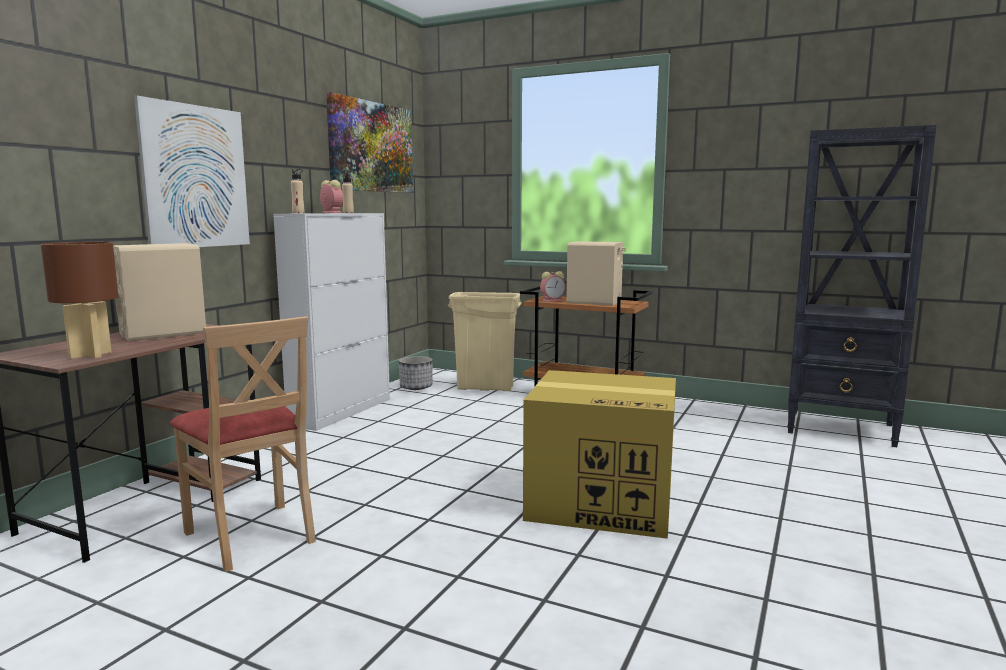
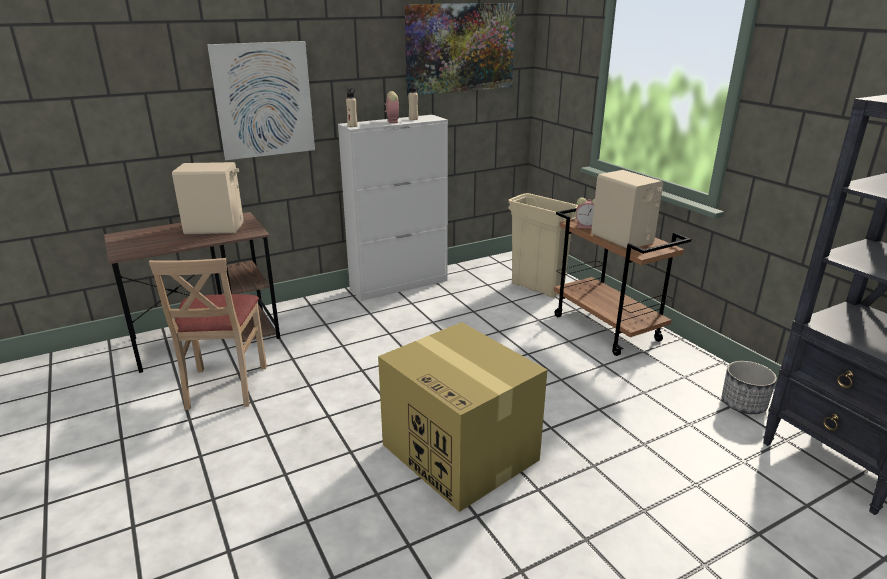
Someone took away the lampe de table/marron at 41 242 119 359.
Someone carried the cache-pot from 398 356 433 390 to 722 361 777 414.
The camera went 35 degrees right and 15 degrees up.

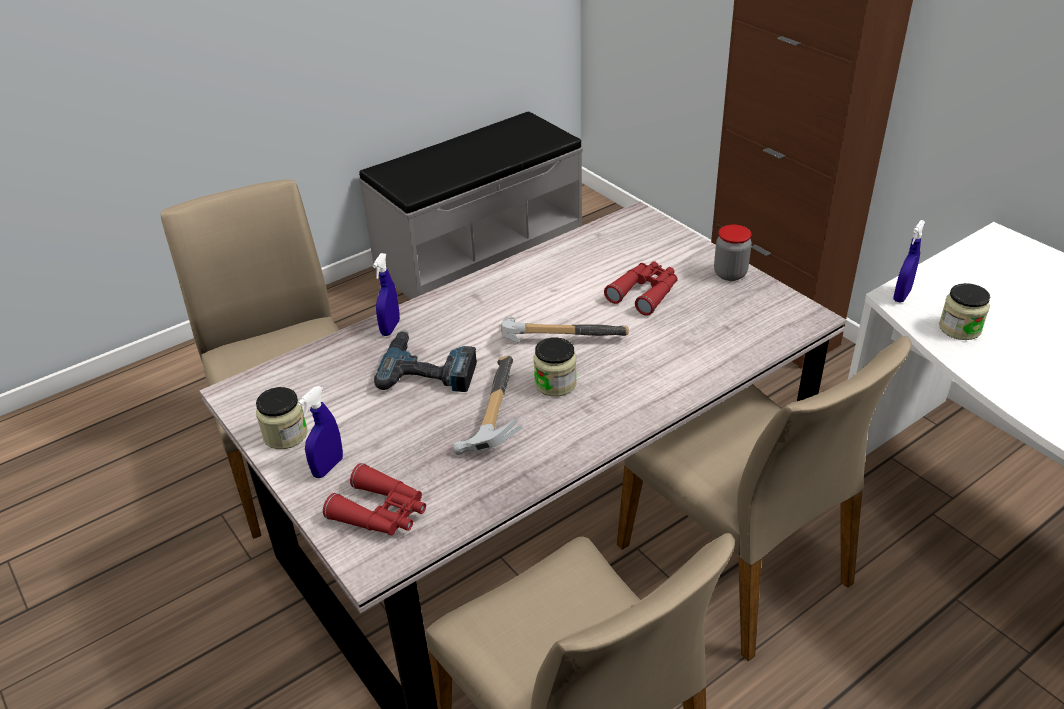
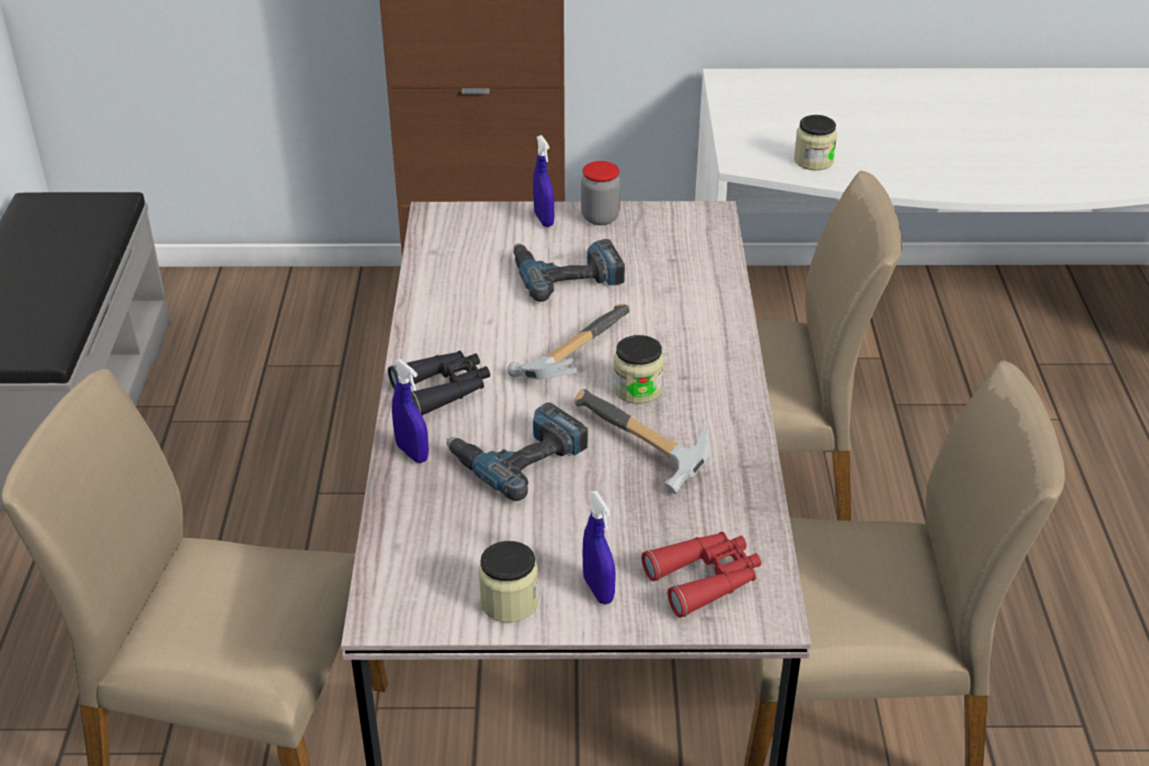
Someone swapped the jumelles/rouge at 604 261 678 316 for the perceuse at 513 239 625 302.
Someone carried the vaporisateur/bleu from 893 220 925 303 to 533 135 554 227.
Someone put down the jumelles/noir at 388 351 490 416.
The camera went 55 degrees left and 0 degrees up.

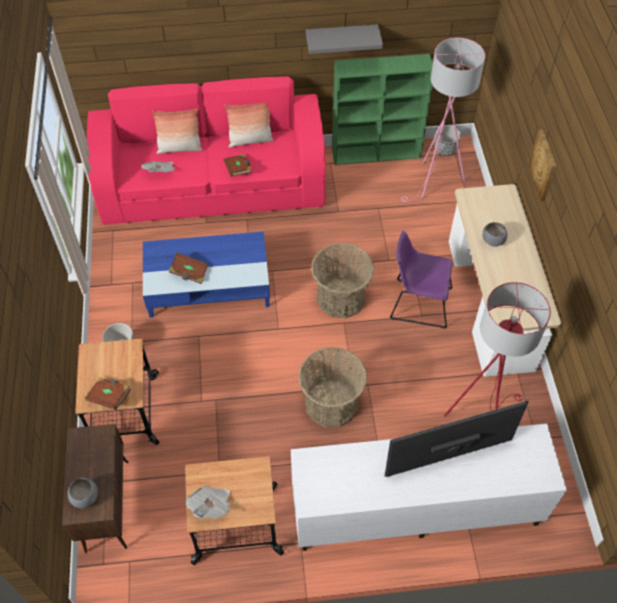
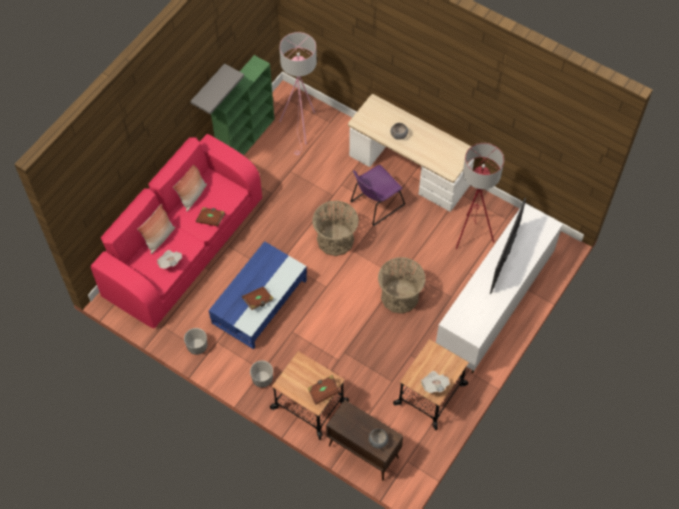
Someone carried the cache-pot from 434 125 461 156 to 184 328 207 355.
Someone took away the tableau at 528 129 556 201.
The camera went 50 degrees left and 5 degrees up.

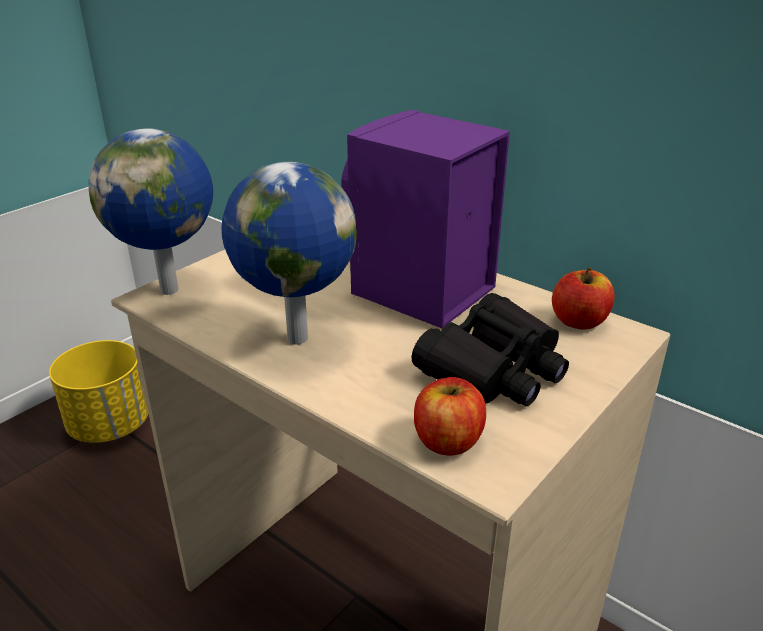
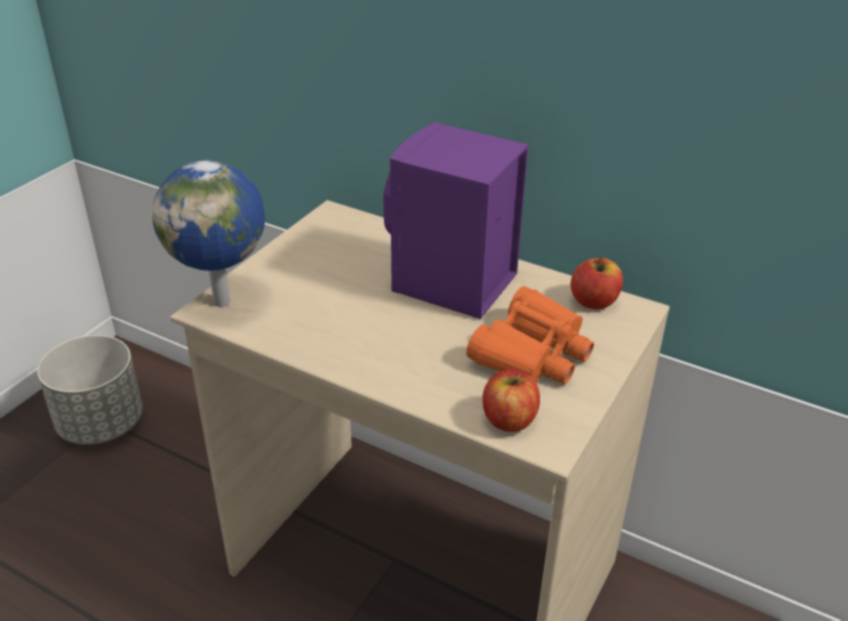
Someone repainted the cache-pot/jaune at 49 340 148 443, which became the cache-pot/gris at 37 335 143 445.
Someone took away the globe at 221 162 357 345.
Someone repainted the jumelles/noir at 412 293 569 406, which became the jumelles/orange at 466 286 594 384.
The camera went 10 degrees left and 5 degrees up.

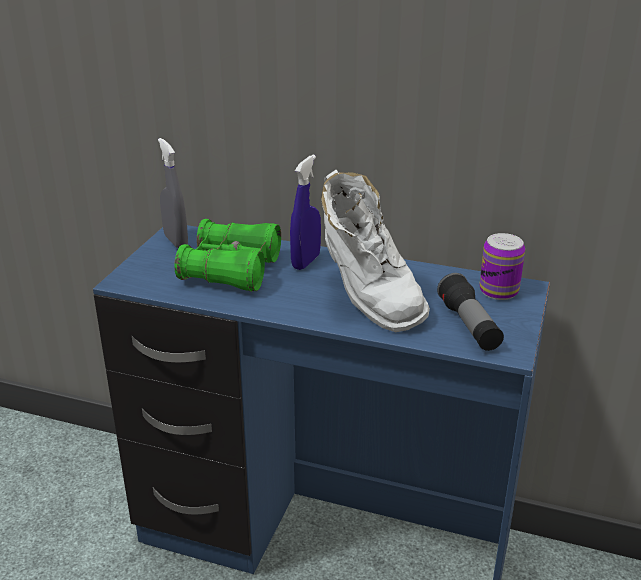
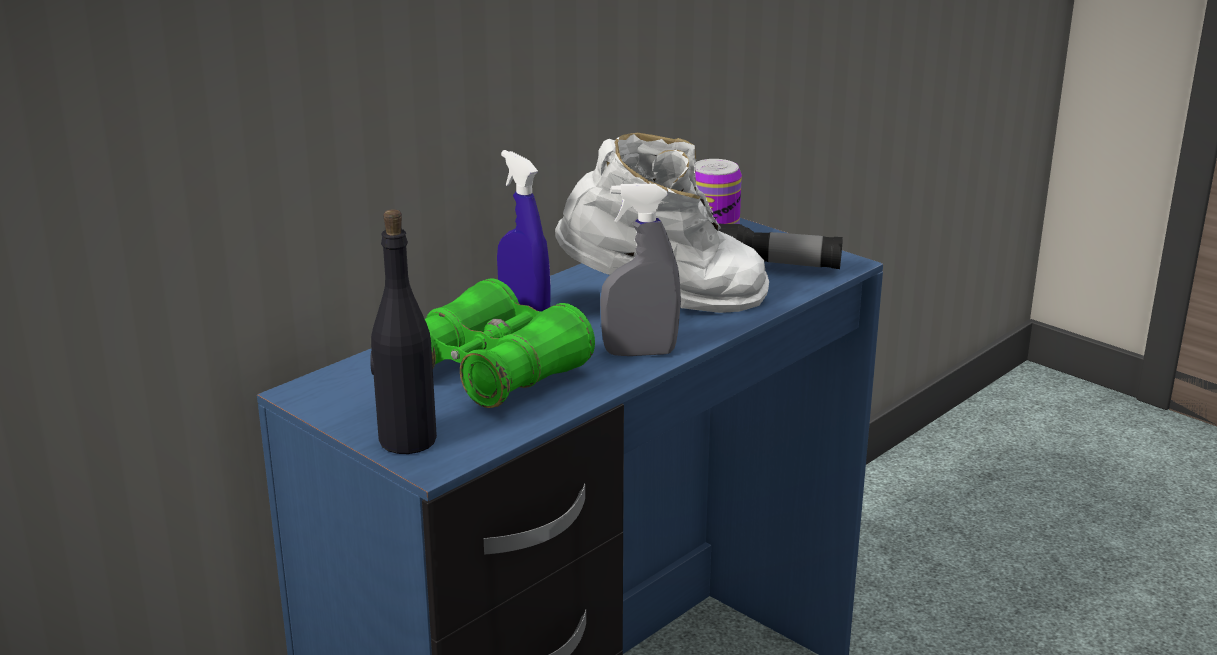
Someone carried the vaporisateur/gris from 158 138 188 248 to 600 184 681 356.
Someone put down the bouteille/noir at 370 209 437 454.
The camera went 65 degrees left and 5 degrees down.

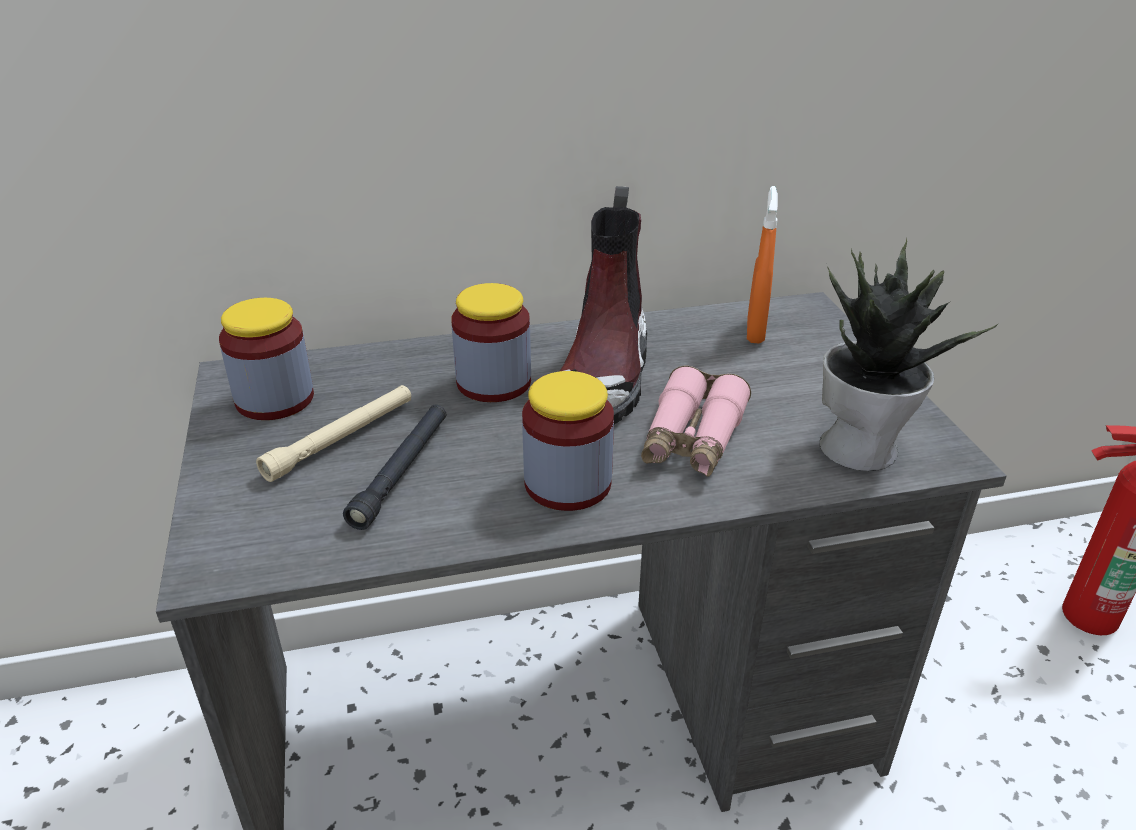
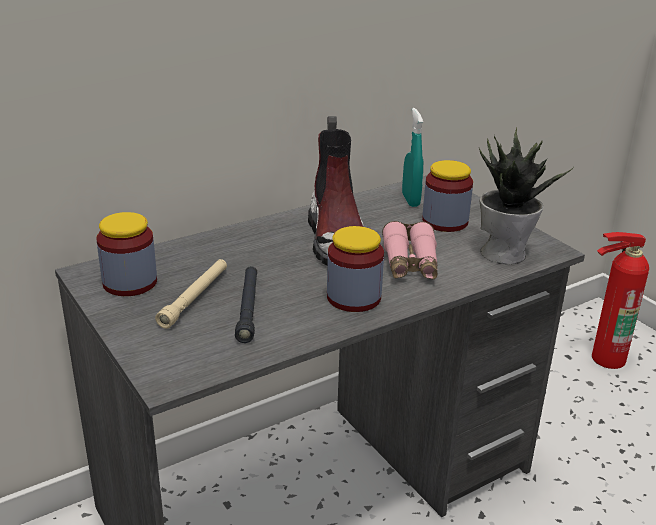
Someone carried the bocal from 451 283 531 402 to 422 160 473 232.
Someone repainted the vaporisateur/orange at 747 186 778 344, which became the vaporisateur/turquoise at 402 108 423 207.
The camera went 20 degrees left and 5 degrees down.

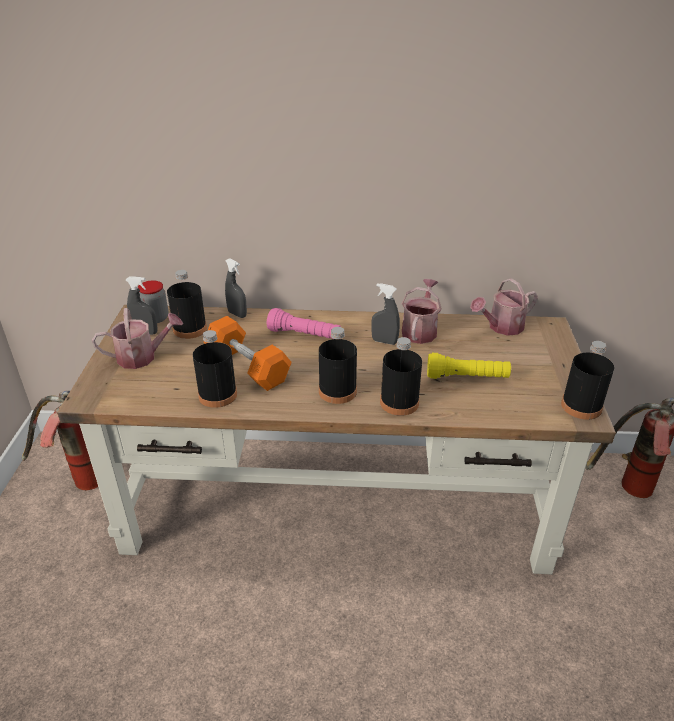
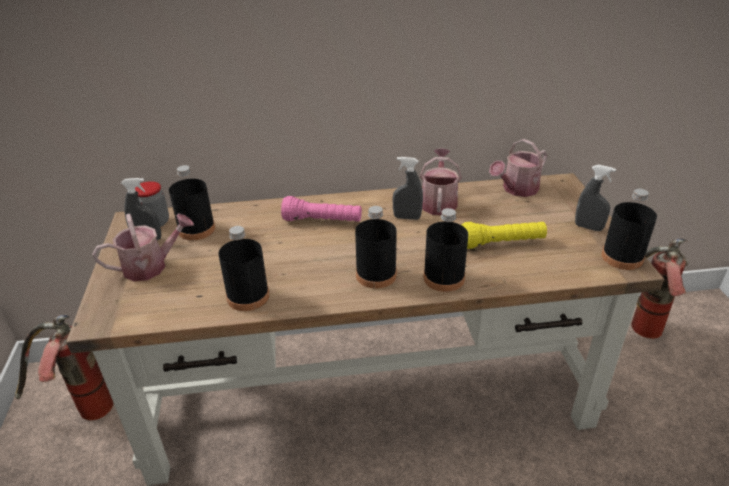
Someone took away the haltère/orange at 204 316 292 391.
Someone carried the vaporisateur/gris from 225 258 247 318 to 575 165 616 231.
The camera went 10 degrees left and 0 degrees up.

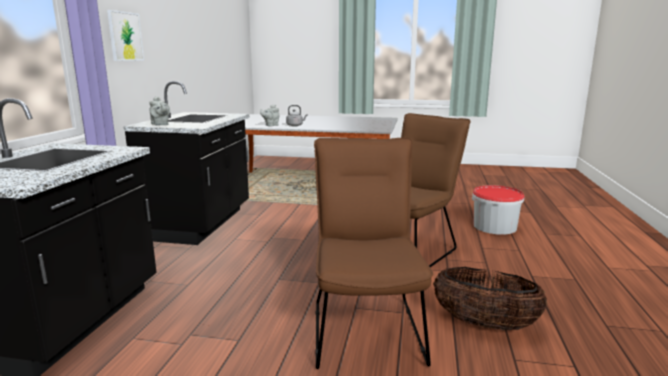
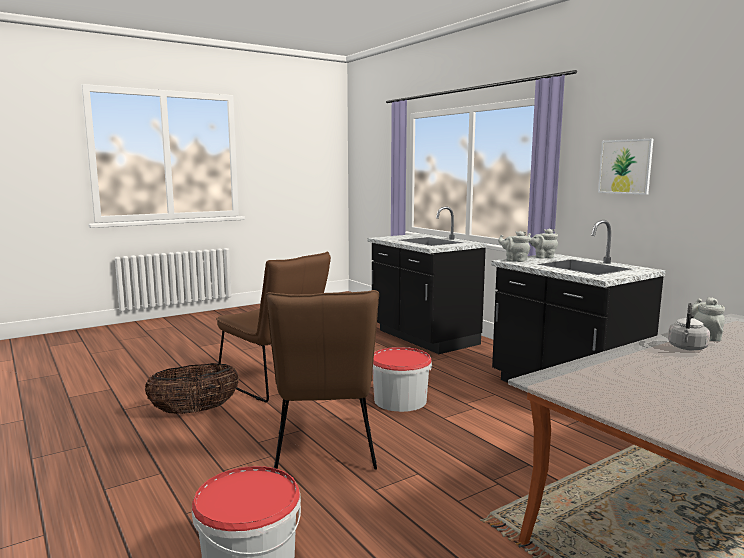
Someone put down the seau at 373 347 432 412.
Someone put down the théière/gris at 498 231 530 262.
The camera went 135 degrees right and 5 degrees down.

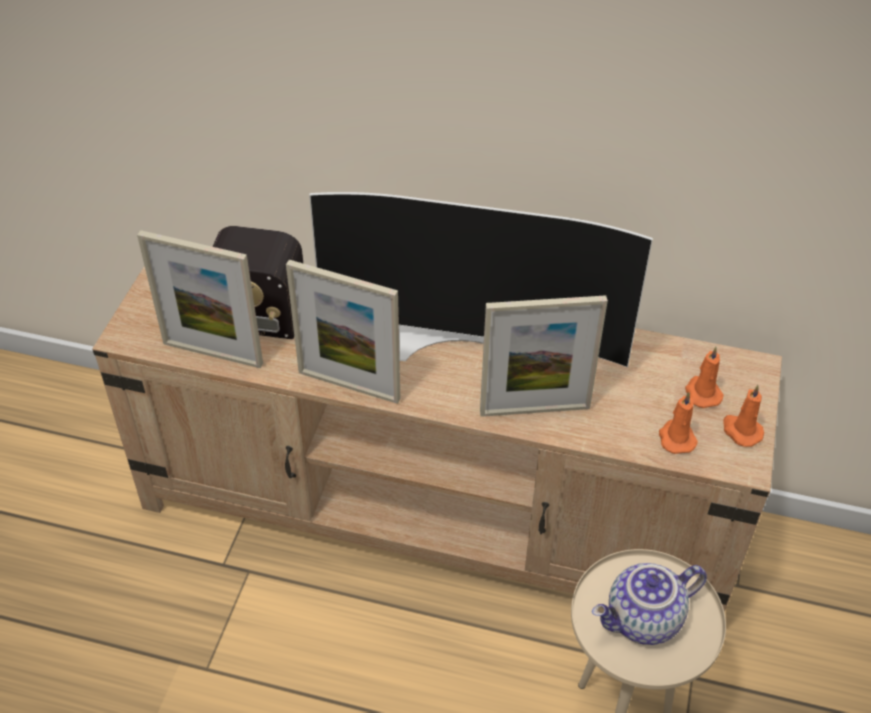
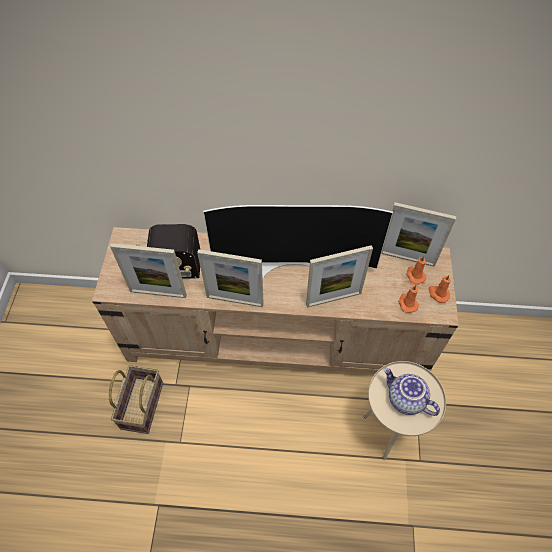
Someone rotated the théière at 592 563 707 645 by 75 degrees clockwise.
Someone put down the panier at 109 365 163 434.
Someone put down the cadre photo at 381 202 456 267.
The camera went 10 degrees left and 10 degrees up.

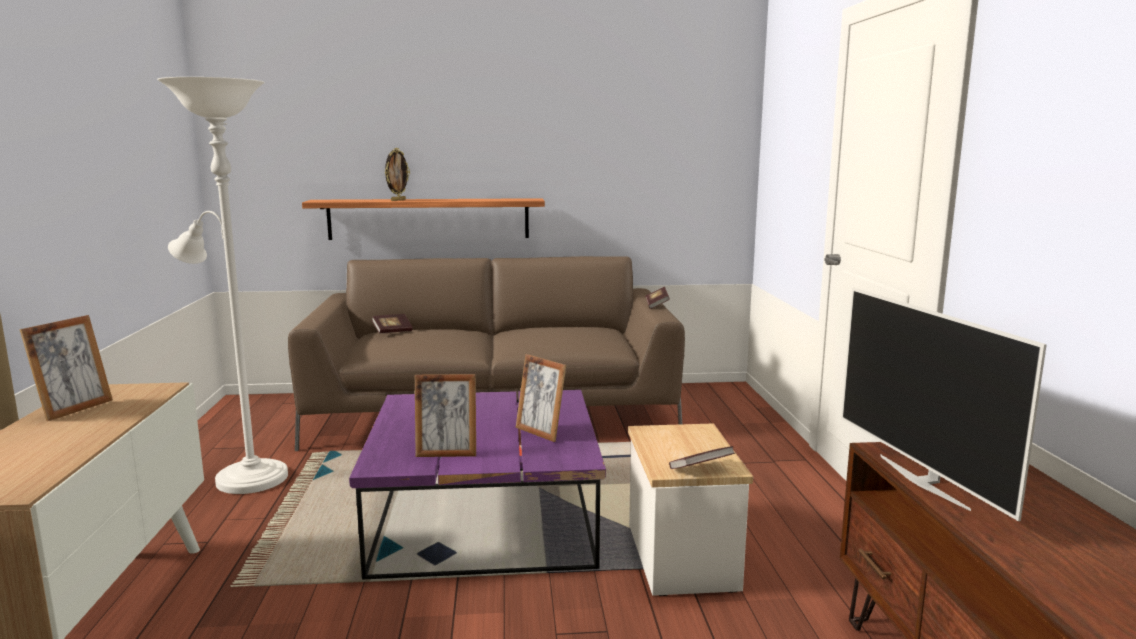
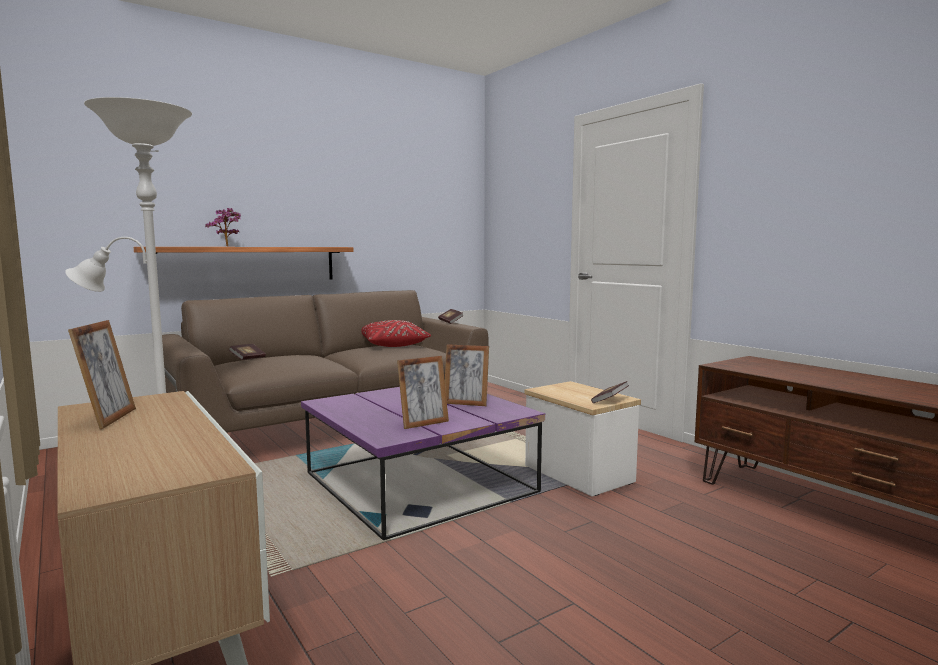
Someone swapped the cadre photo at 385 148 410 201 for the plante en pot at 205 208 241 246.
Someone took away the téléviseur at 841 288 1047 521.
Someone put down the coussin/rouge at 361 320 431 347.
The camera went 30 degrees left and 5 degrees down.

